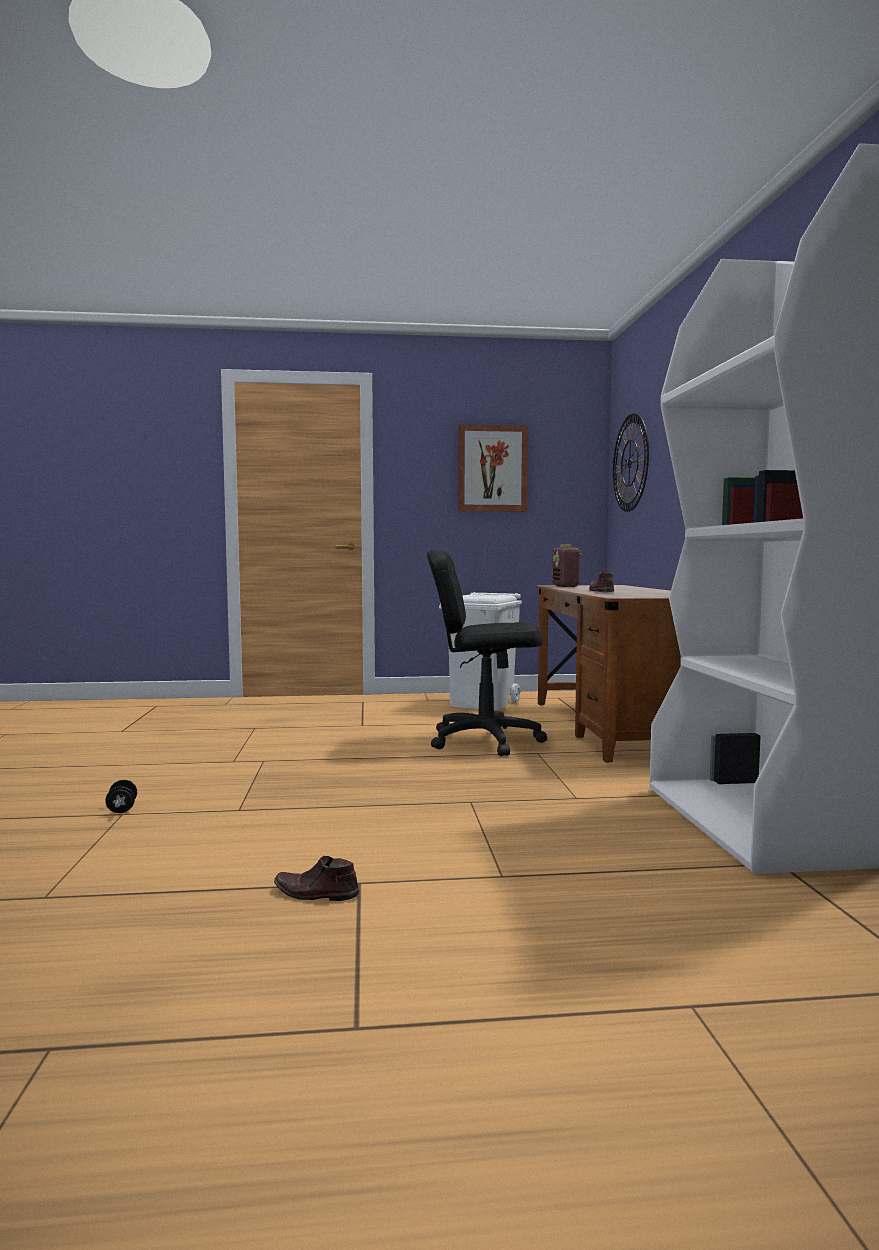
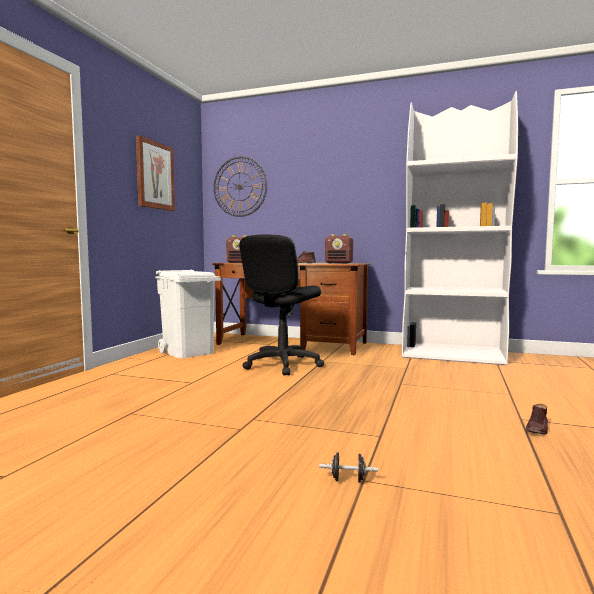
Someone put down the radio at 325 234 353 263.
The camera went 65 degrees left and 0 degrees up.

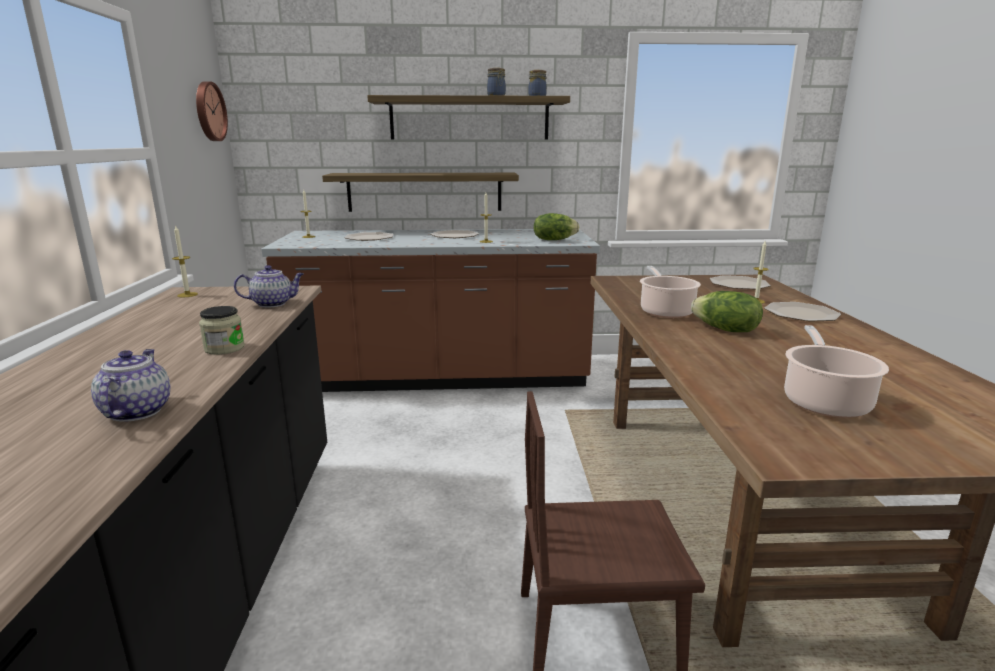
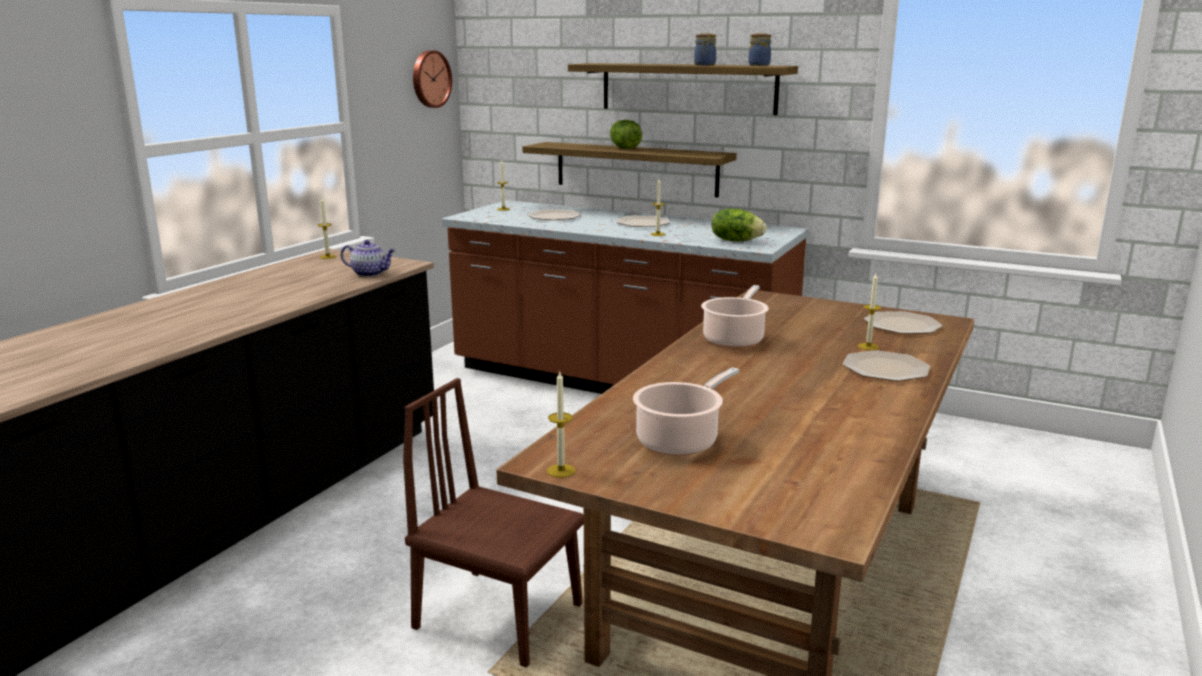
Someone took away the théière at 91 349 171 422.
Someone took away the bocal at 199 306 245 355.
Someone carried the laitue from 691 291 763 332 to 610 120 642 149.
Someone put down the bougie at 547 372 576 478.
The camera went 30 degrees right and 0 degrees up.

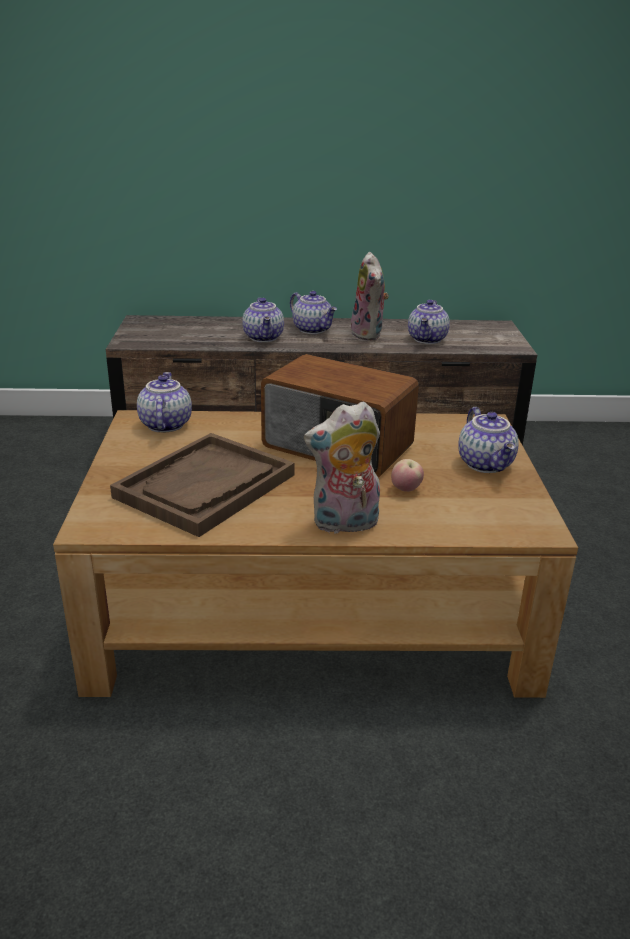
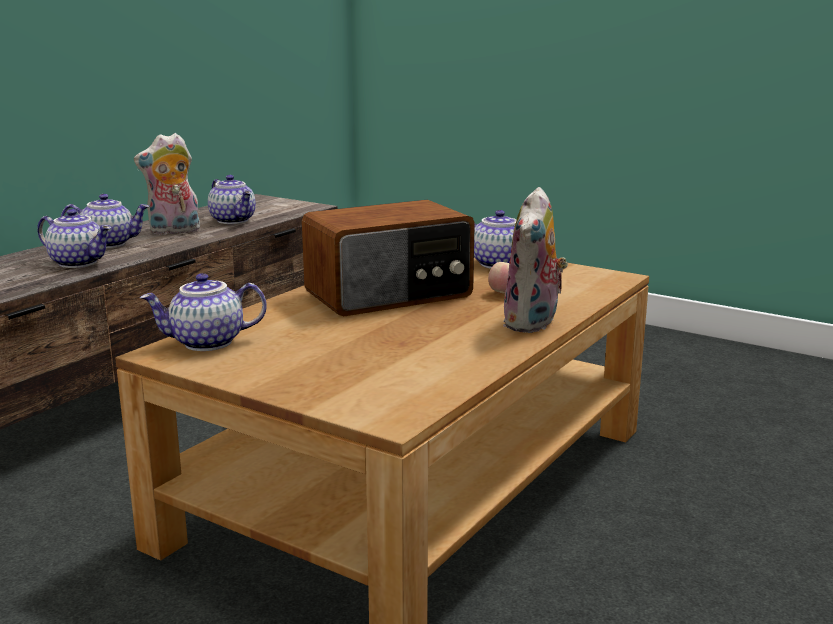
Someone took away the plateau/marron at 110 433 295 537.
Someone rotated the théière at 137 372 192 432 by 45 degrees counterclockwise.
Someone rotated the peluche at 351 252 389 341 by 135 degrees clockwise.
The camera went 55 degrees left and 10 degrees down.

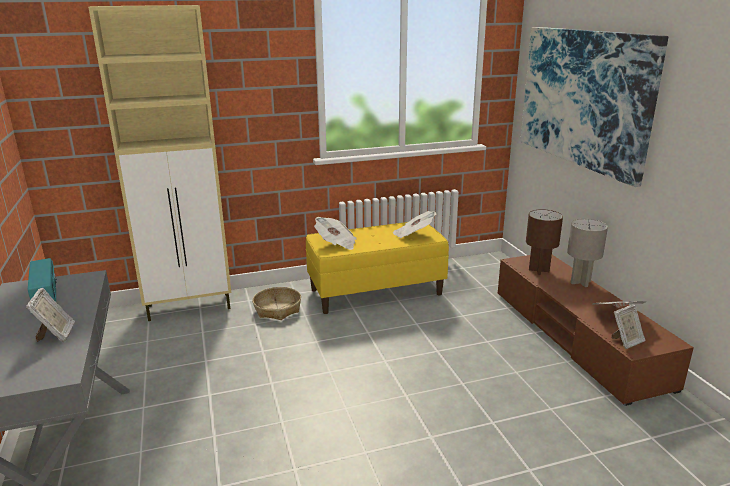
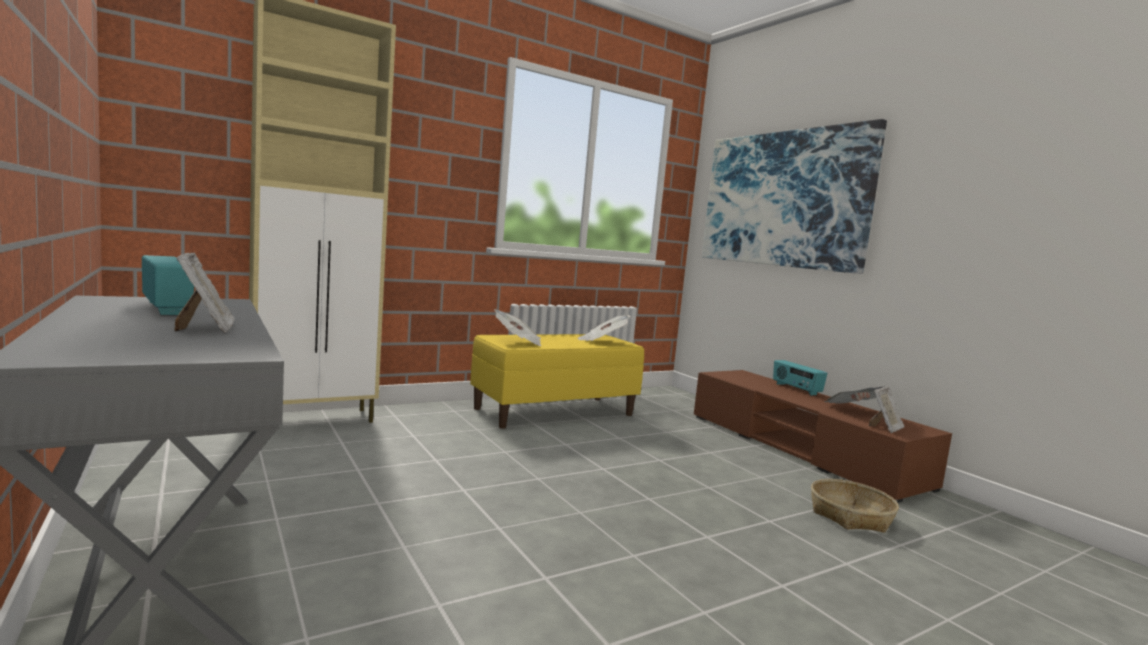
Someone carried the panier from 253 287 301 320 to 811 479 899 533.
Someone took away the lampe de table/marron at 526 209 563 275.
Someone swapped the lampe de table/gris at 567 219 608 287 for the radio at 773 360 827 396.
The camera went 15 degrees left and 15 degrees down.

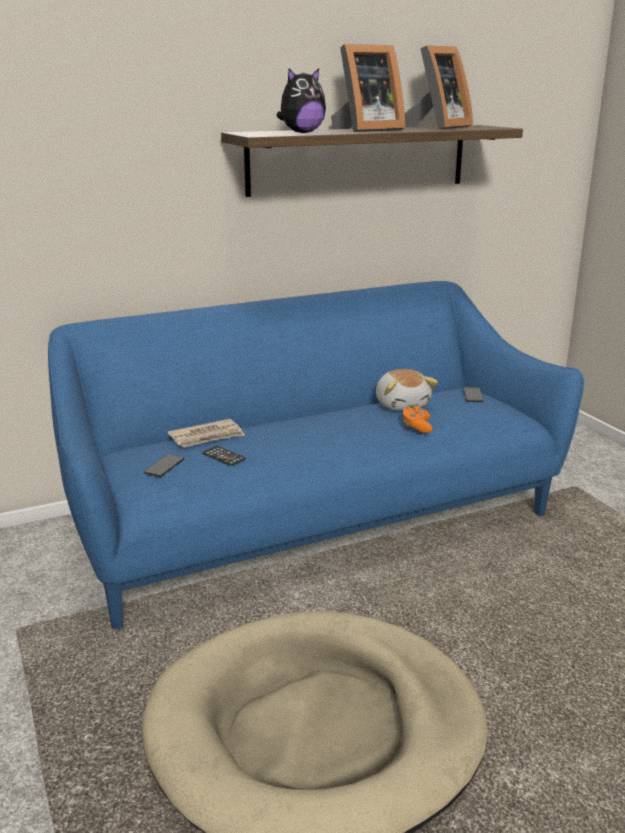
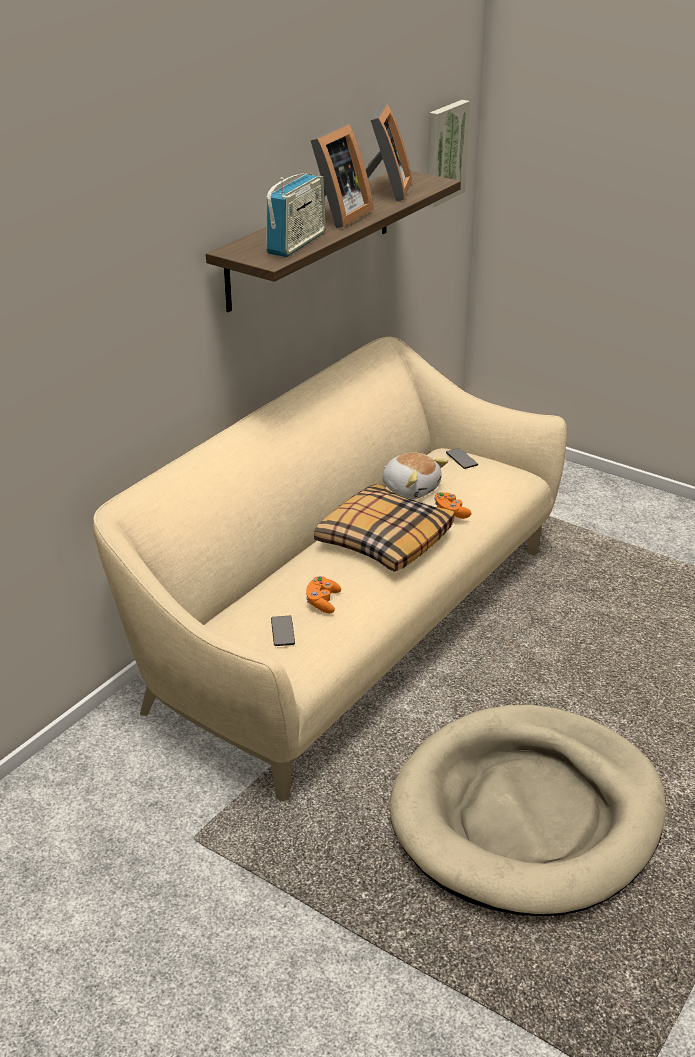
Someone repainted the canapé/bleu at 48 281 584 630, which became the canapé/beige at 93 337 567 801.
Someone took away the journal at 168 419 245 448.
Someone swapped the téléphone at 202 446 246 466 for the manette/orange at 306 576 341 613.
Someone swapped the peluche at 277 68 326 133 for the radio at 266 173 326 257.
Someone put down the coussin at 314 484 455 572.
Someone put up the tableau at 427 100 470 207.
The camera went 30 degrees left and 10 degrees up.

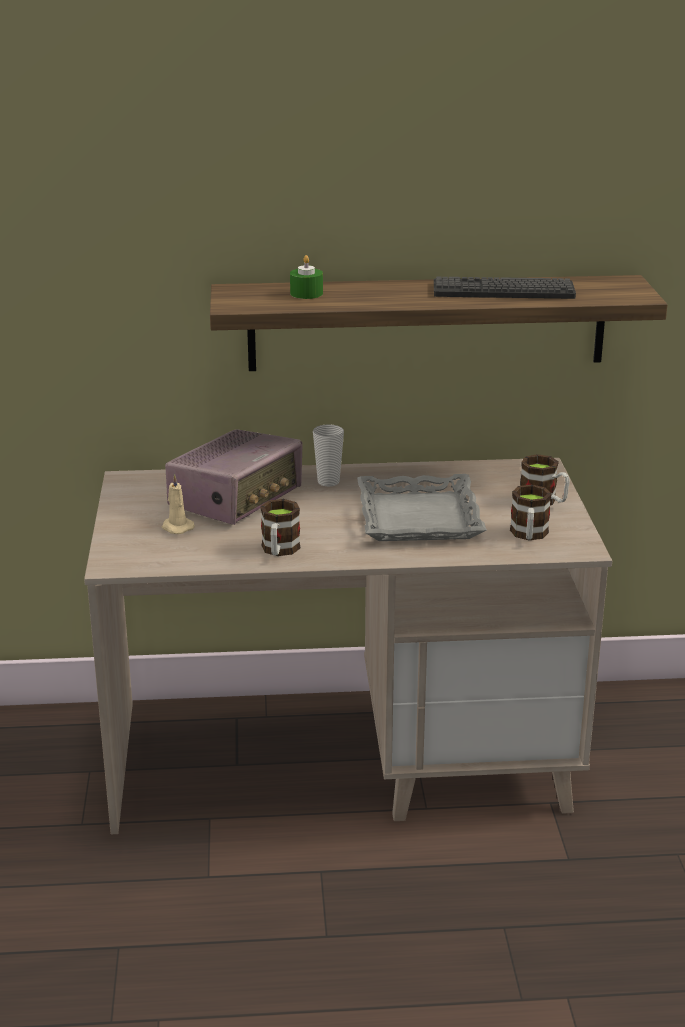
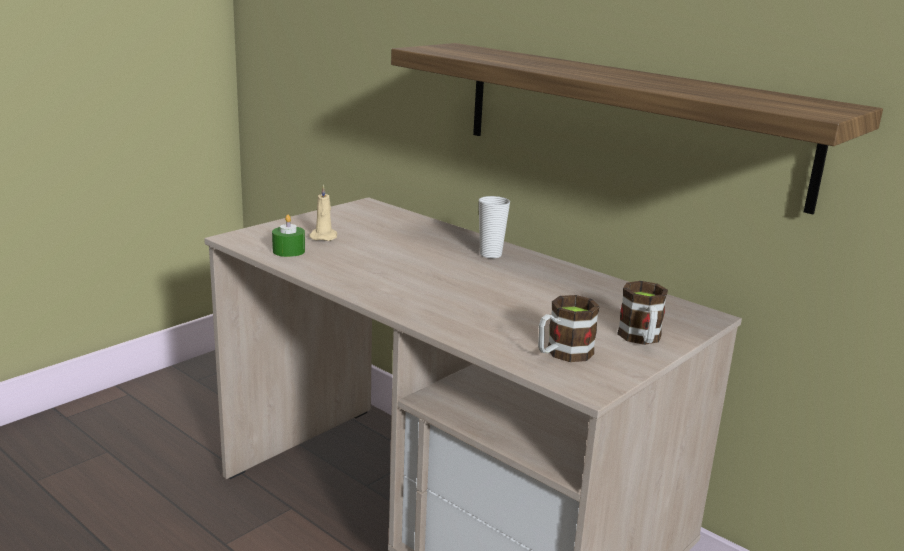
Someone took away the radio at 165 429 303 525.
Someone took away the mug at 260 499 300 556.
Someone carried the bougie/vert from 290 255 323 299 to 272 215 305 257.
Someone took away the plateau/gris at 357 474 487 541.
Someone took away the clavier at 434 277 576 299.
The camera went 45 degrees right and 5 degrees down.

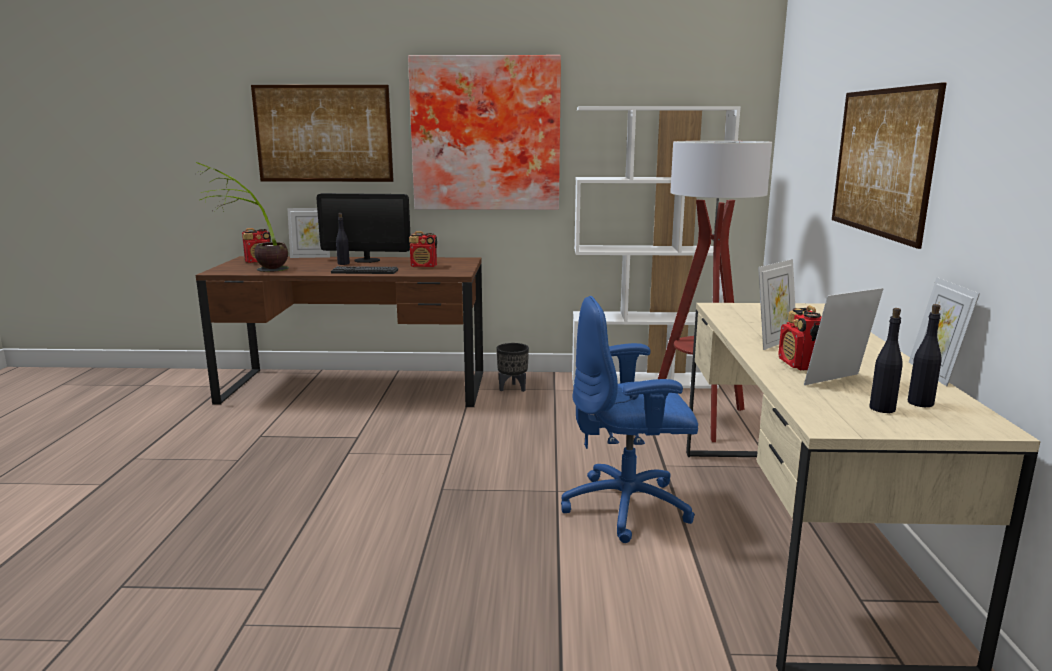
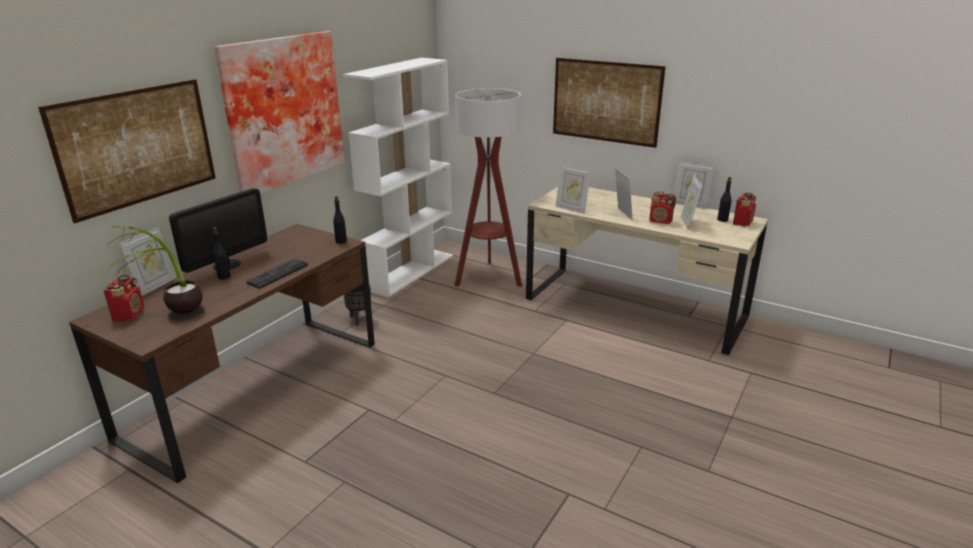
Someone carried the radio from 409 231 437 267 to 733 193 756 226.
Someone took away the chaise de bureau/bleu at 561 296 698 543.
Someone carried the bouteille/noir from 869 308 903 413 to 333 196 347 244.
Someone put down the cadre photo at 556 164 591 214.
The camera went 60 degrees left and 10 degrees up.

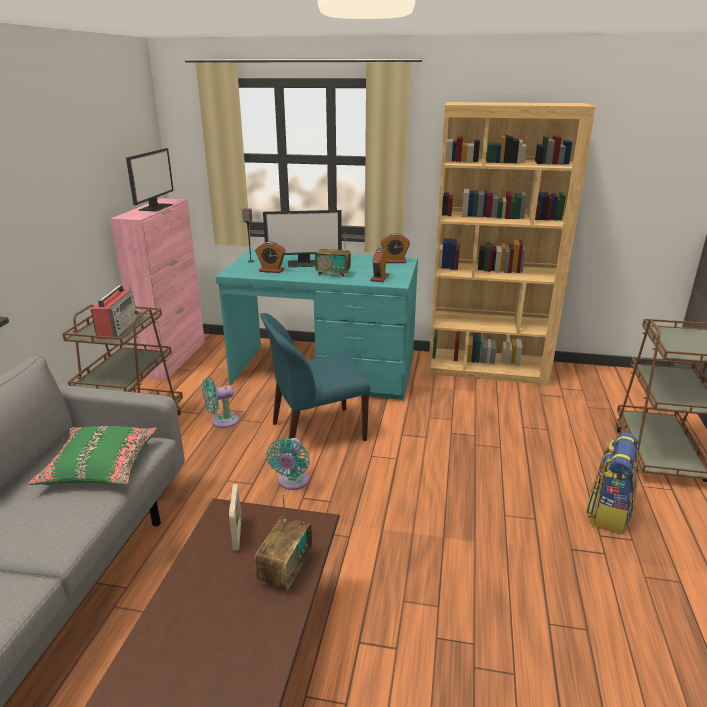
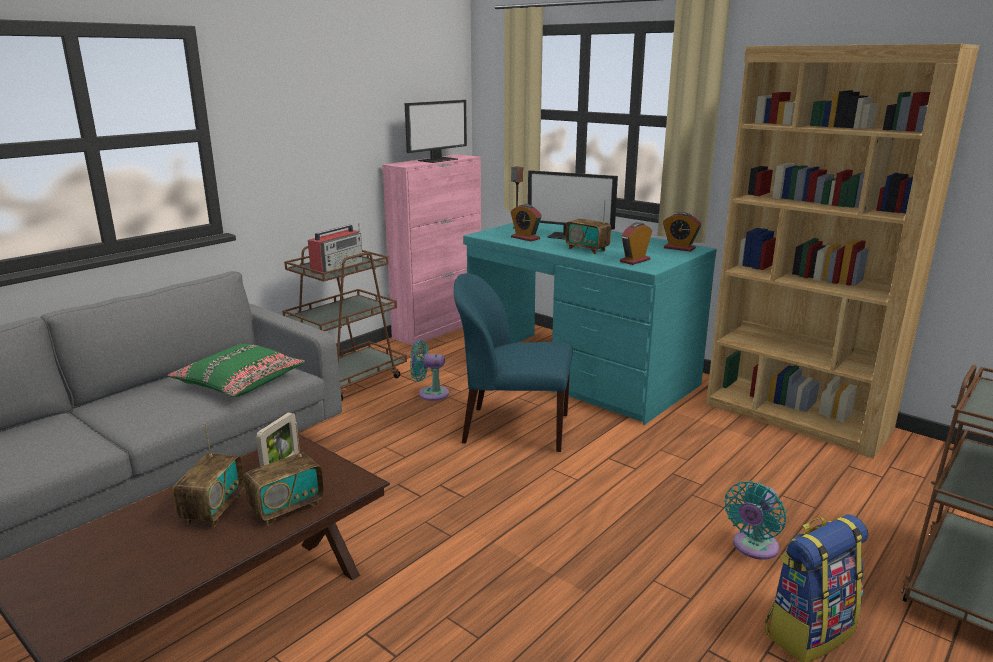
Someone carried the ventilateur/turquoise from 266 438 310 490 to 724 481 786 560.
Someone put down the radio at 173 423 245 527.
The camera went 30 degrees right and 5 degrees down.

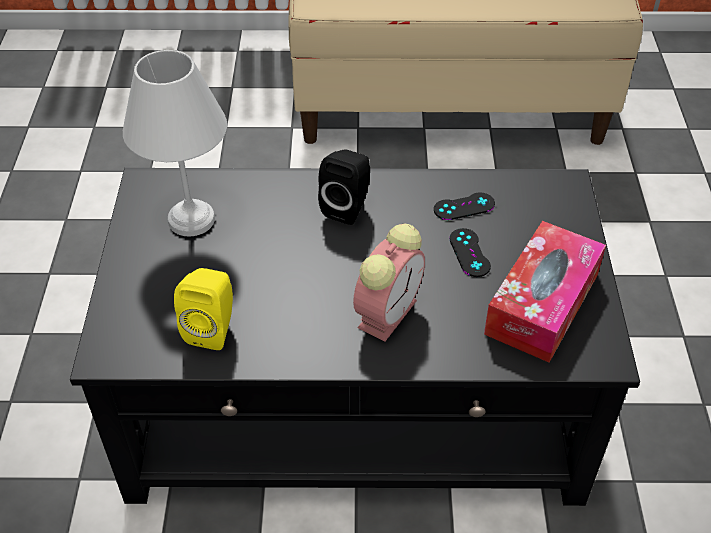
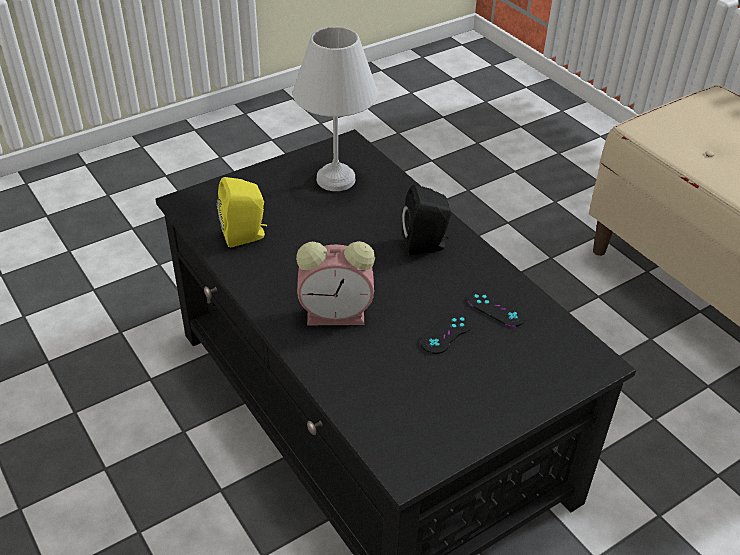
Someone took away the boîte à mouchoirs at 484 221 606 363.
The camera went 55 degrees right and 5 degrees down.

